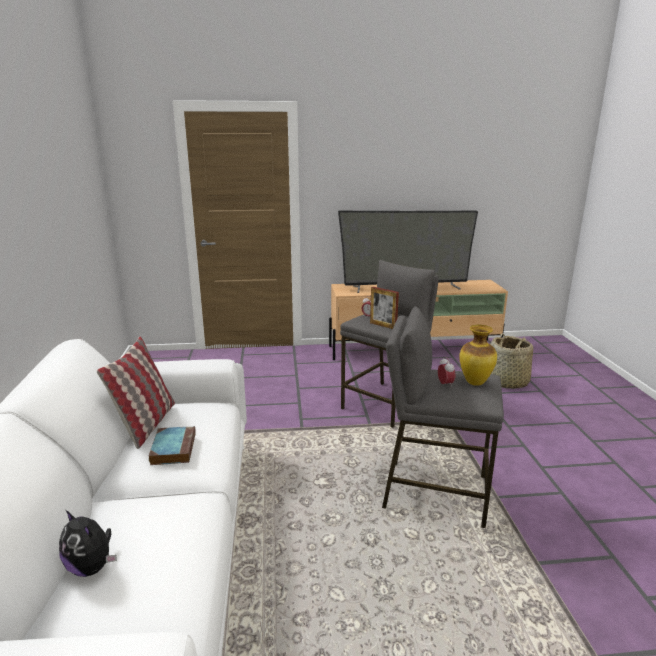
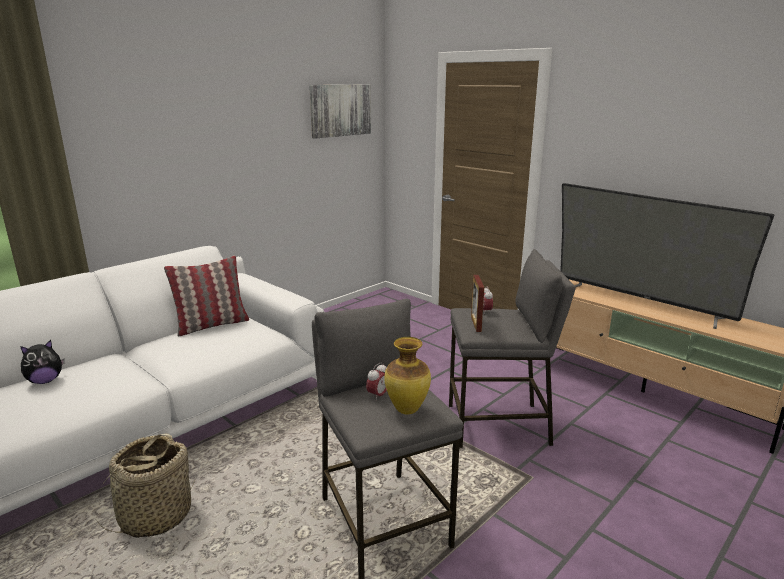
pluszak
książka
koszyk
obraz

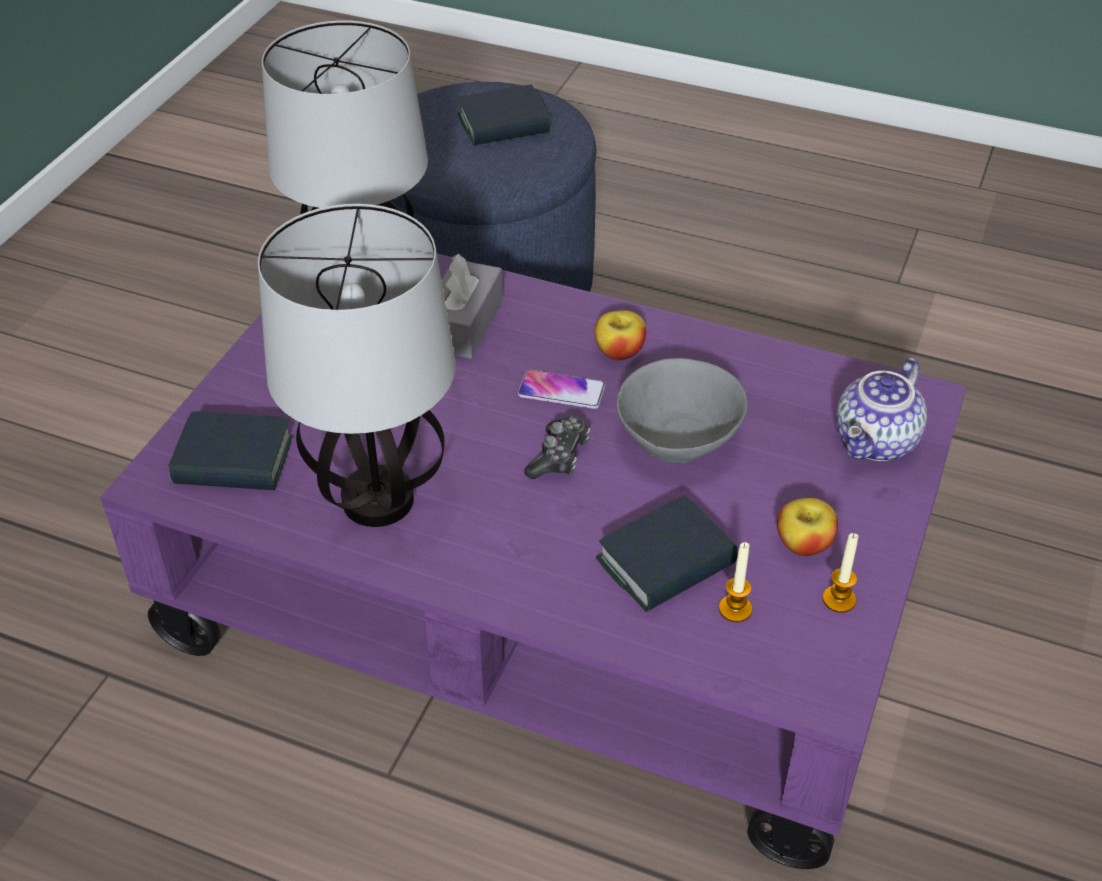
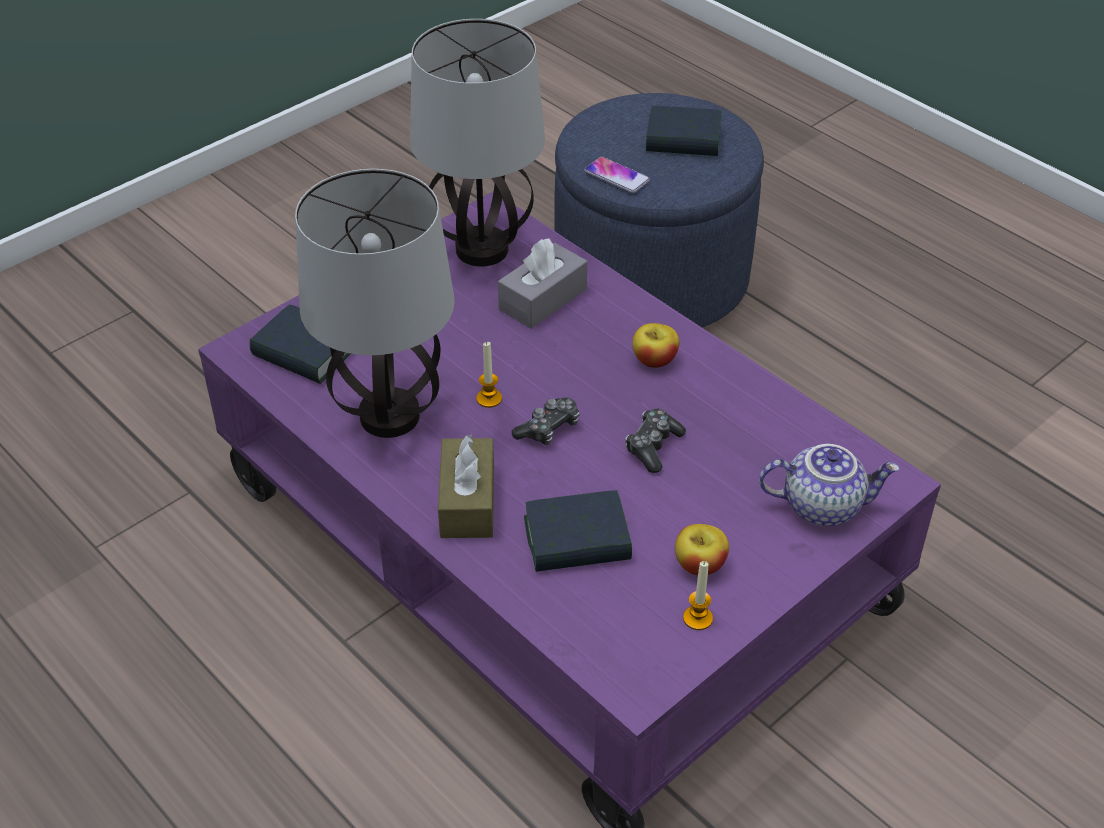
telefon
pad do gier (2nd from left)
świeca (1st from left)
imbryk
pudełko chusteczek [brązowy]

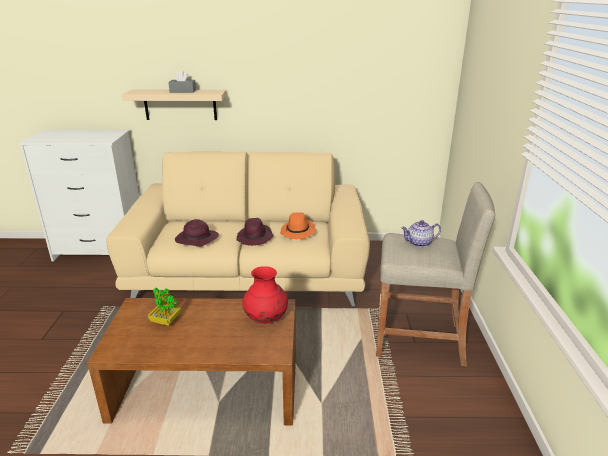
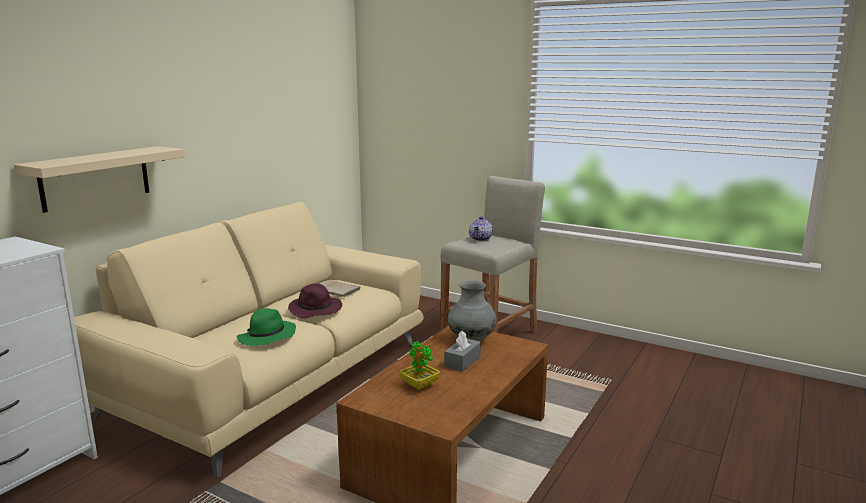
pudełko chusteczek [szary]
kapelusz [zielony]
wazon [szary]
książka [beżowy]

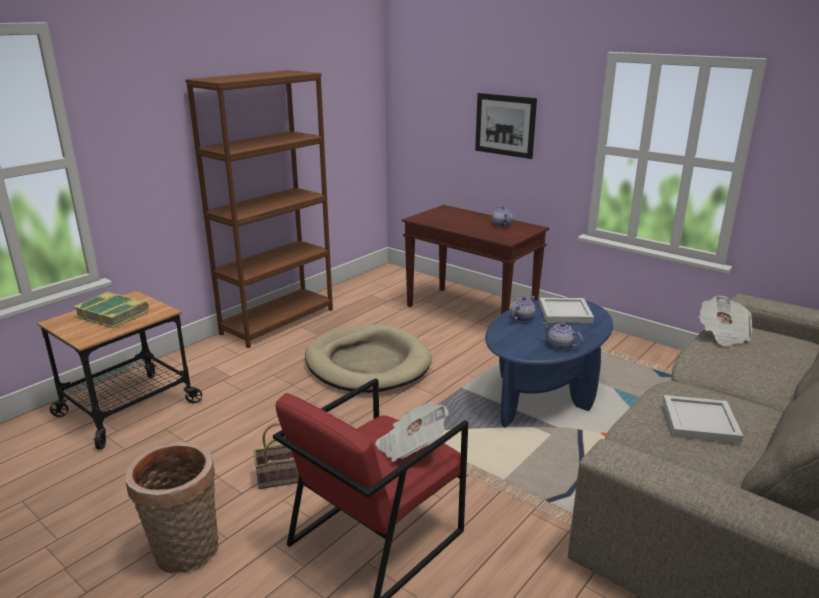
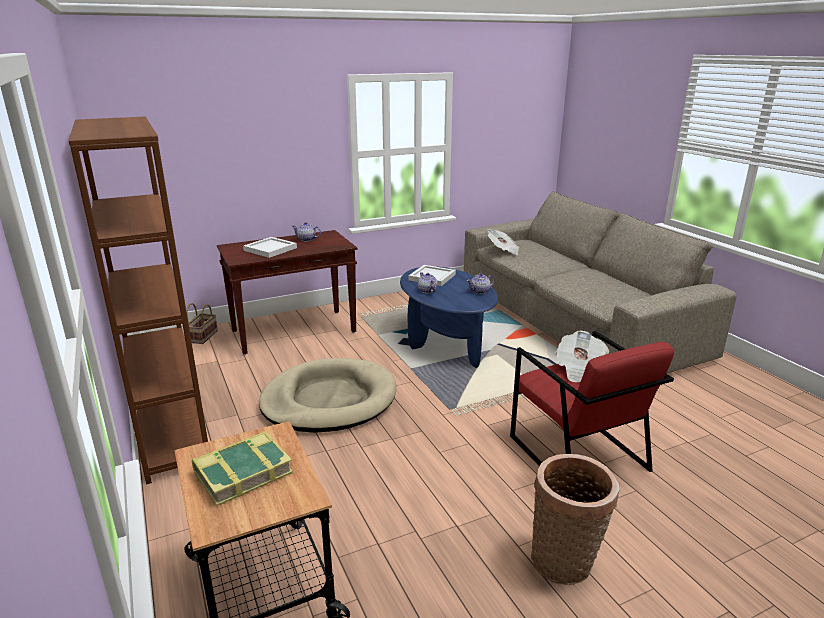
koszyk (1st from left)
obraz
taca [biały] (1st from left)

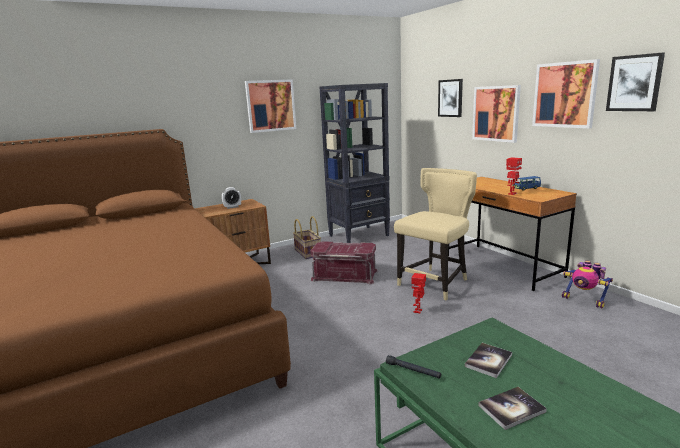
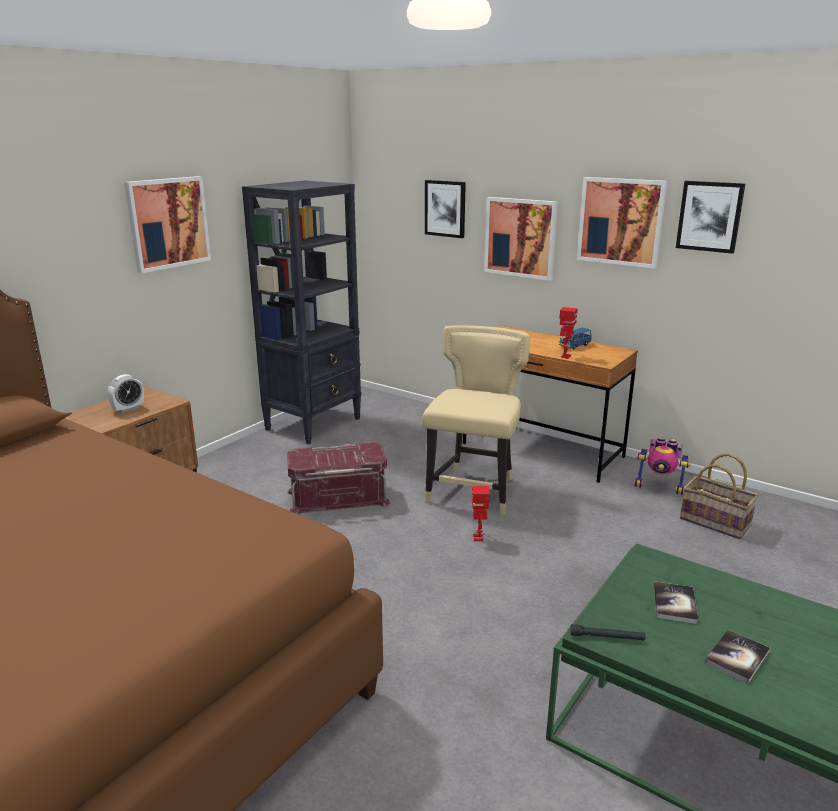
koszyk

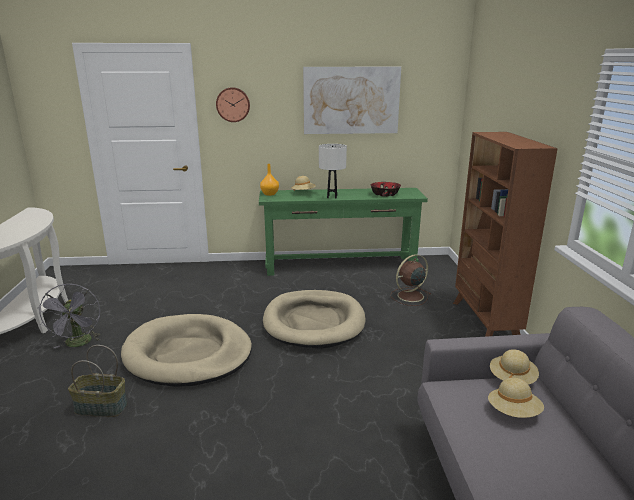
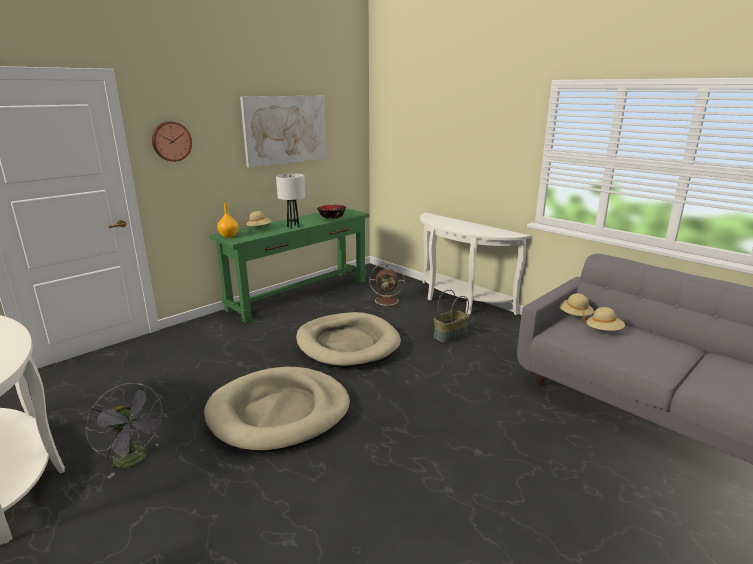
koszyk
wentylator [brązowy]
stolik konsolowy [biały] (2nd from left)

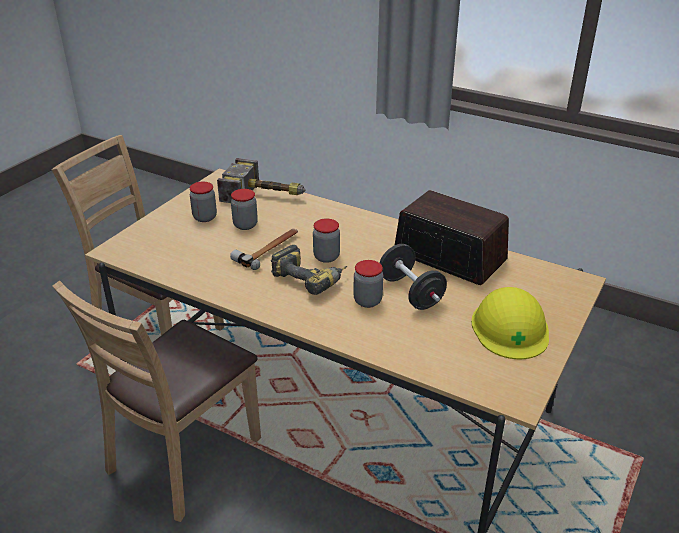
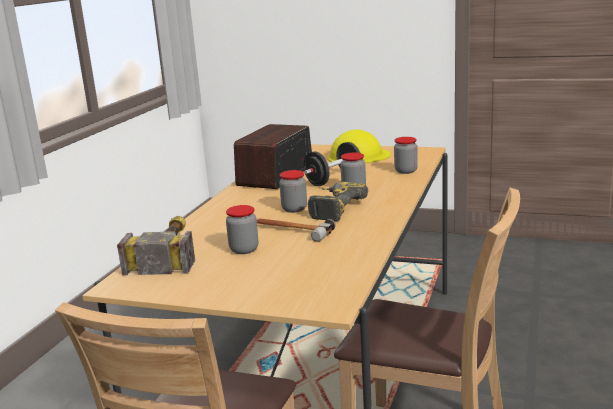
słoik (4th from left)

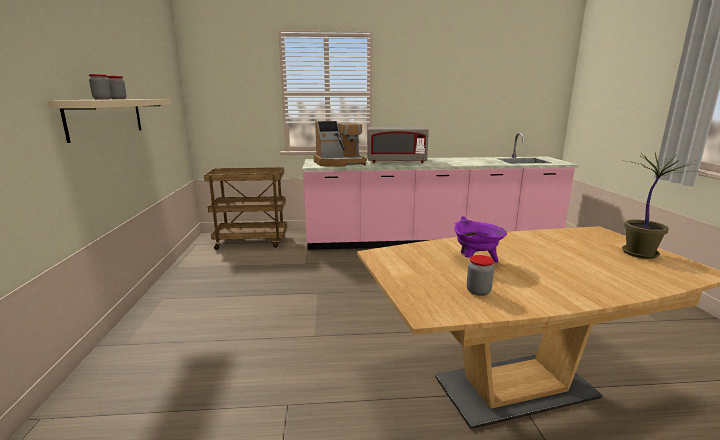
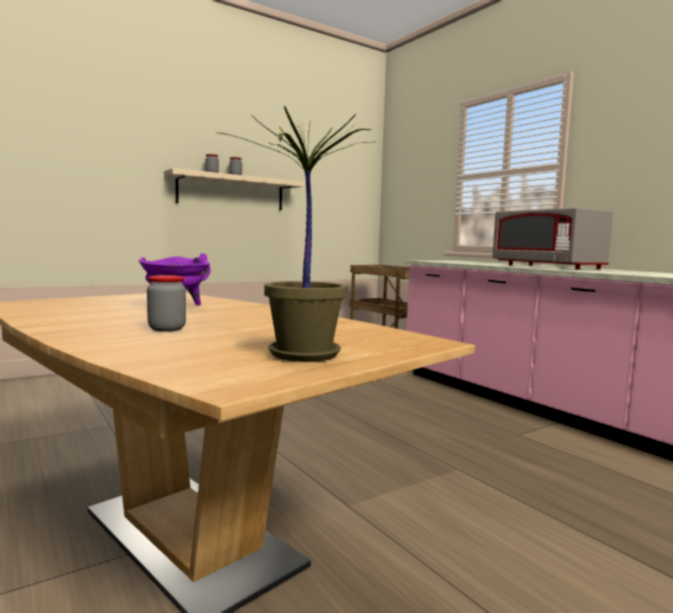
ekspres do kawy
słoik (1st from left)

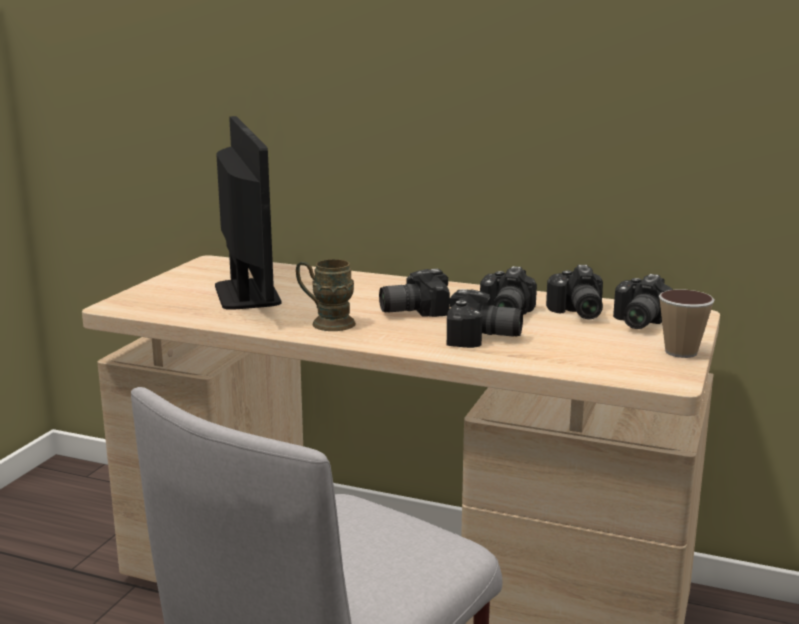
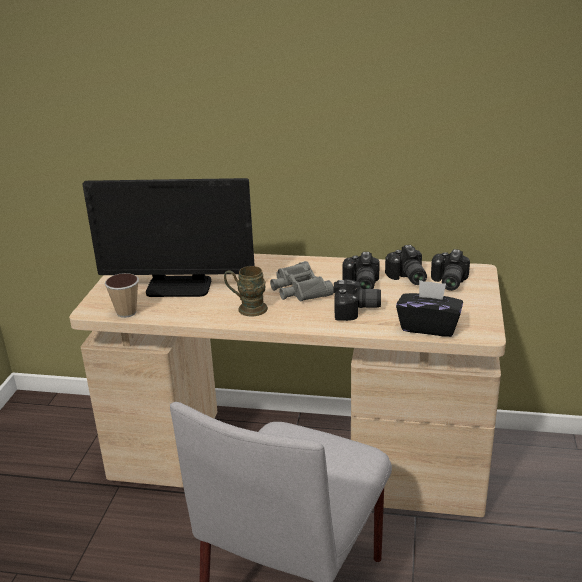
monitor
lornetka [szary]
filiżanka
pudełko chusteczek [czarny]

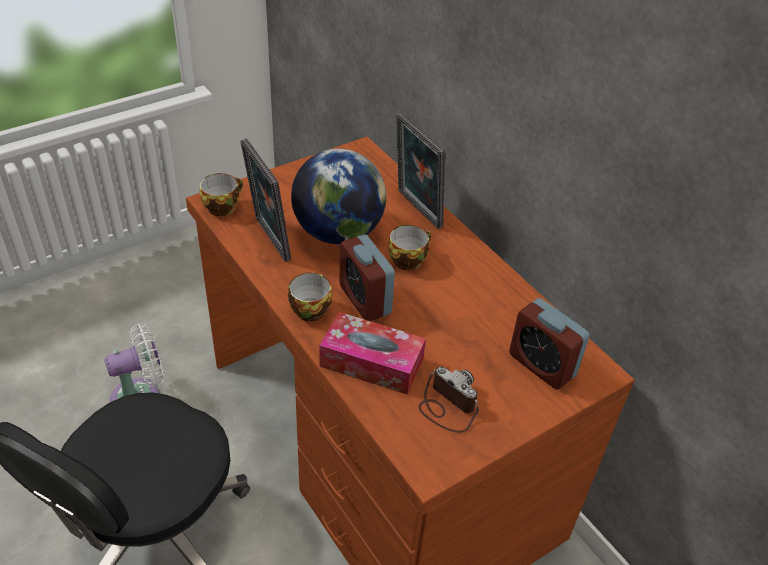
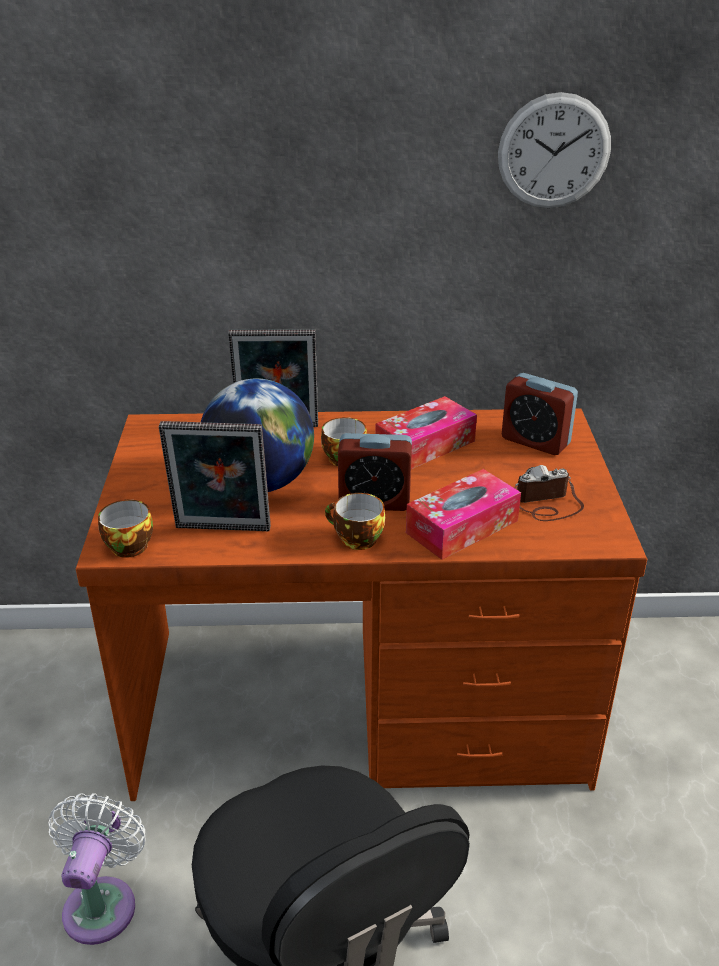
budzik (2nd from left)
pudełko chusteczek (1st from left)
zegar ścienny

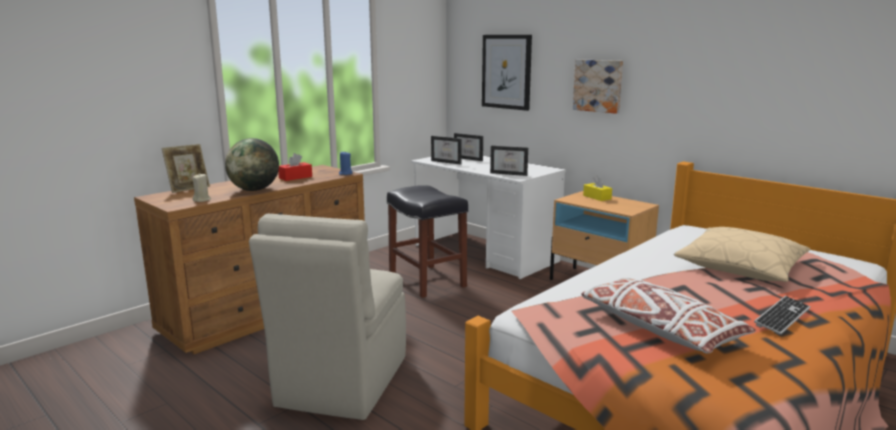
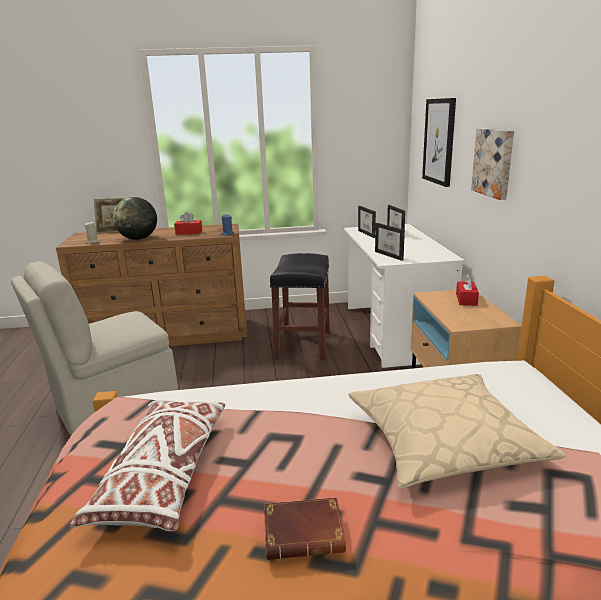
pudełko chusteczek [czerwony] (2nd from left)
książka [brązowy]

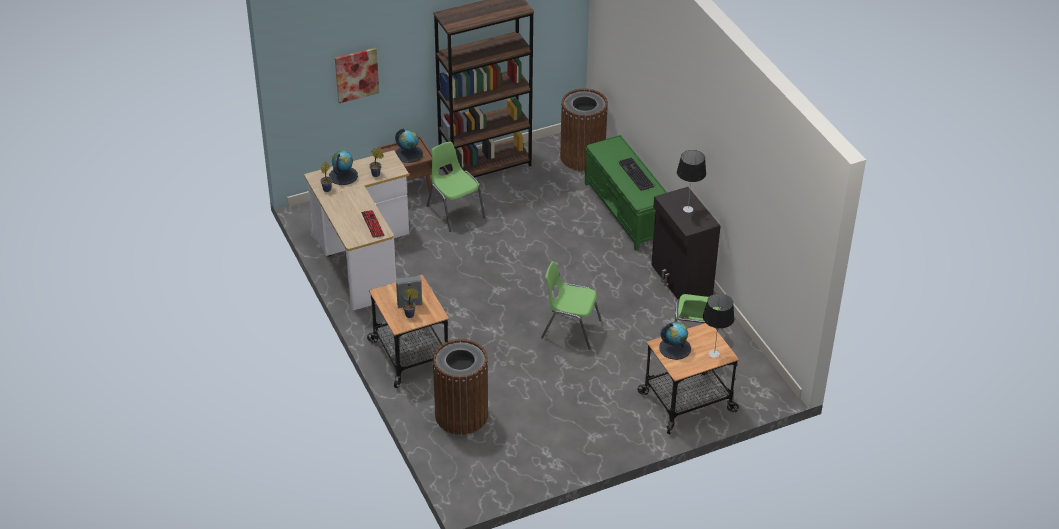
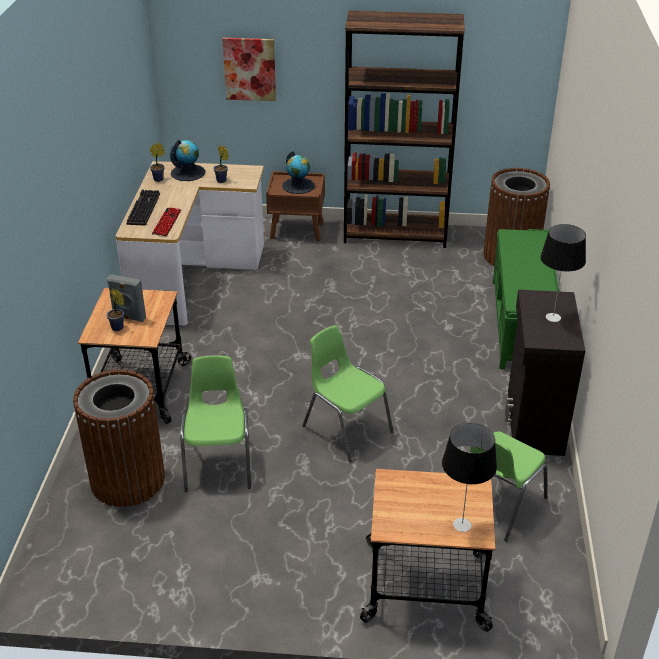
krzesło [zielony] (1st from left)
klawiatura (1st from left)
globus (3rd from left in the first image)

